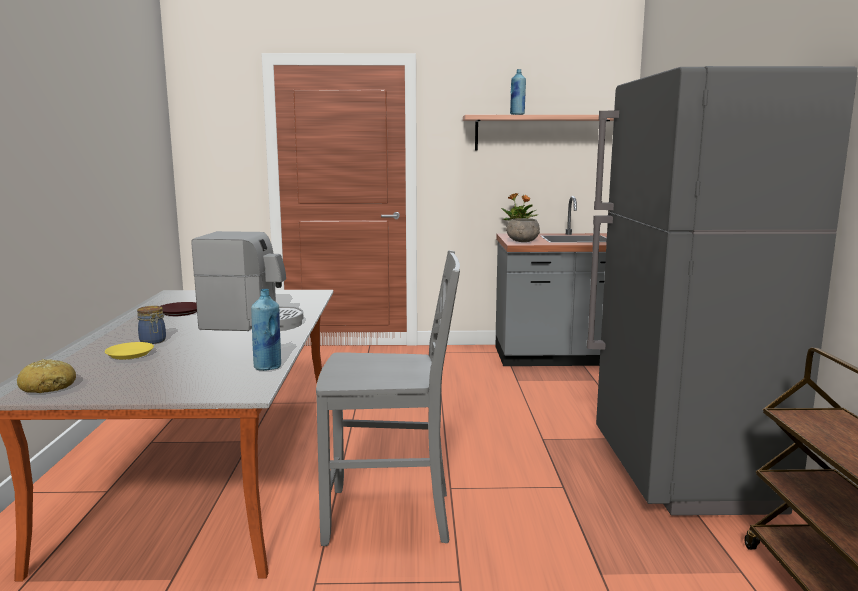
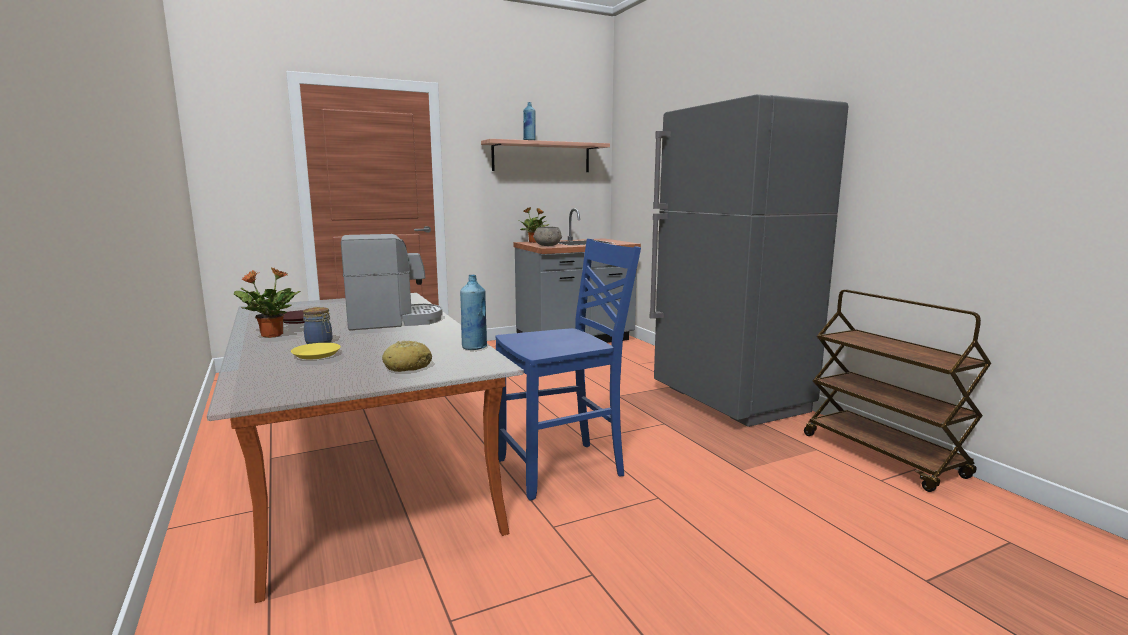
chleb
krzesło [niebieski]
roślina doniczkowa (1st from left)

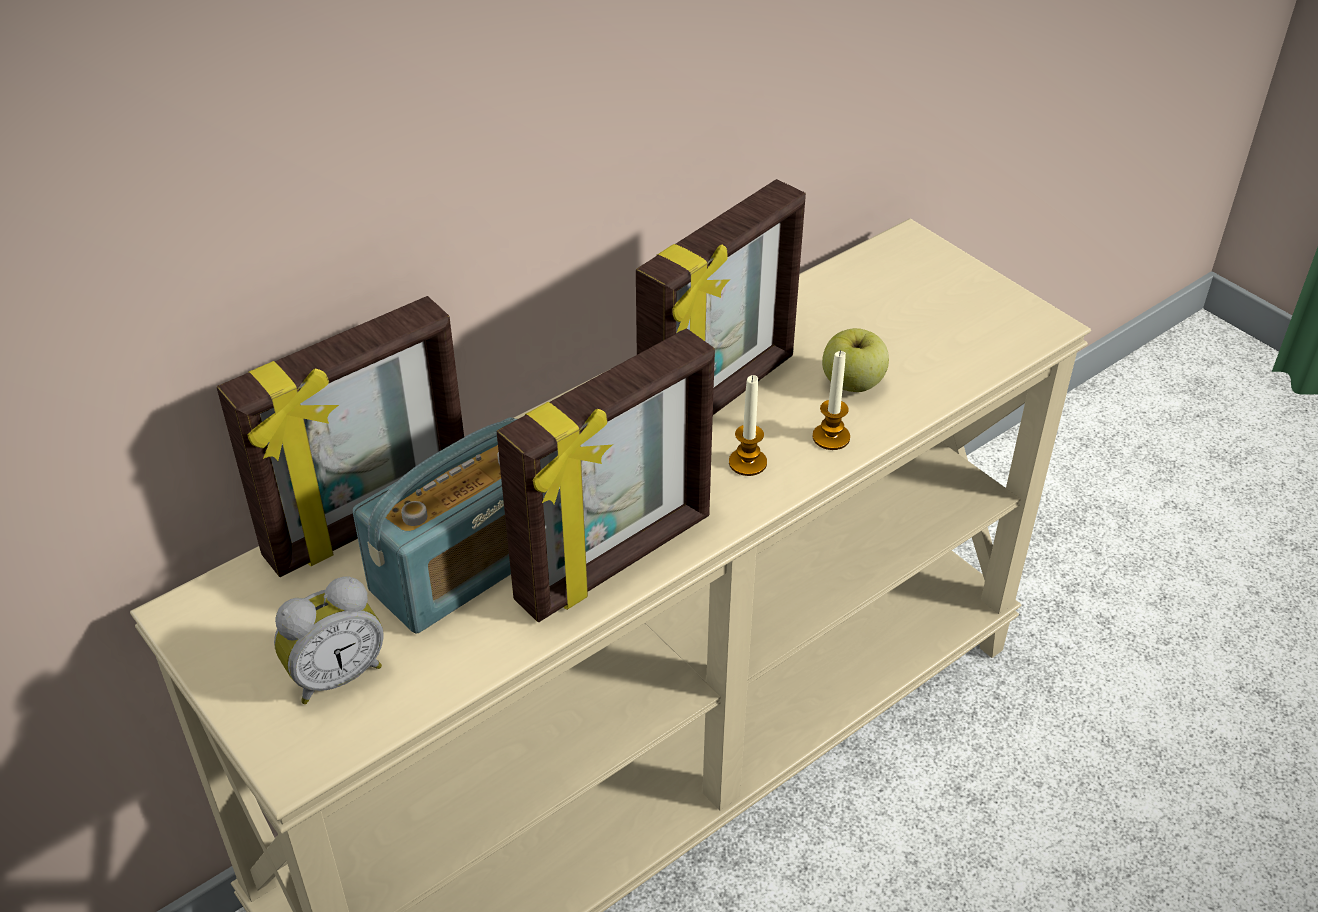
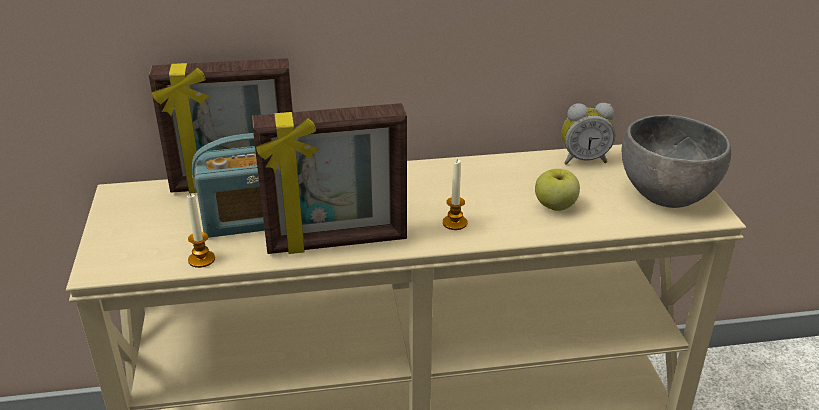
budzik
ramka na zdjęcie (3rd from left in the first image)
świeca (1st from left)
miska [szary]

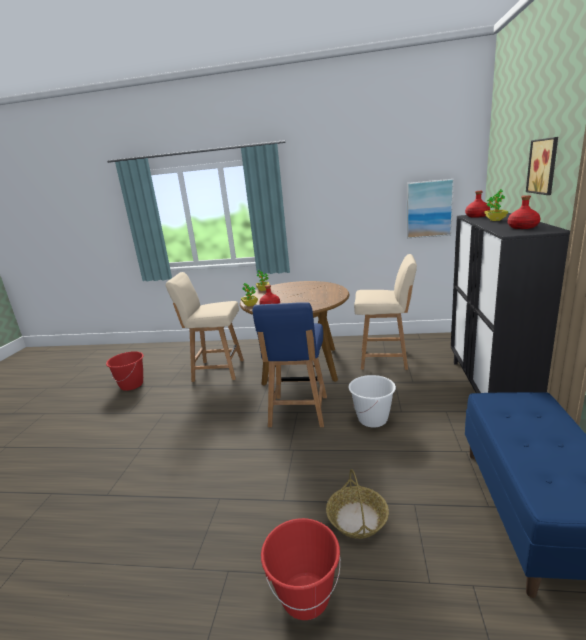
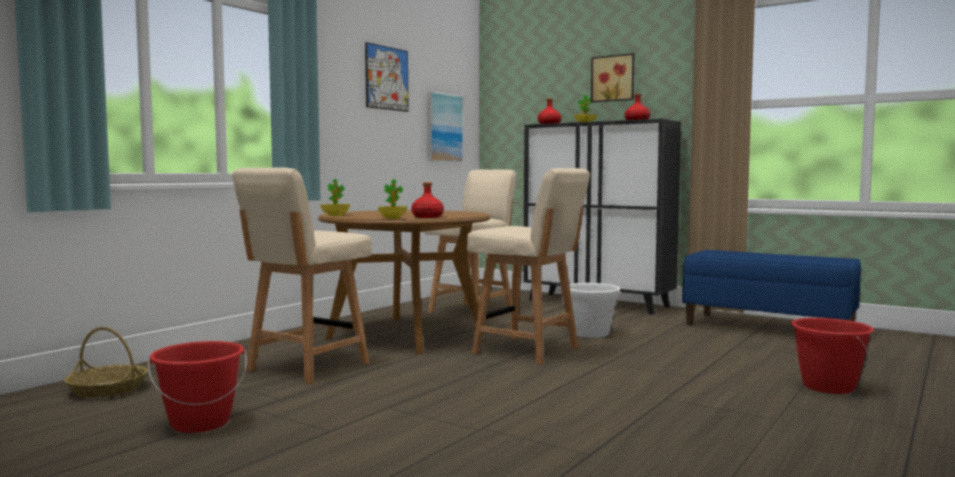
krzesło [beżowy] (3rd from left)
koszyk
obraz (1st from left)

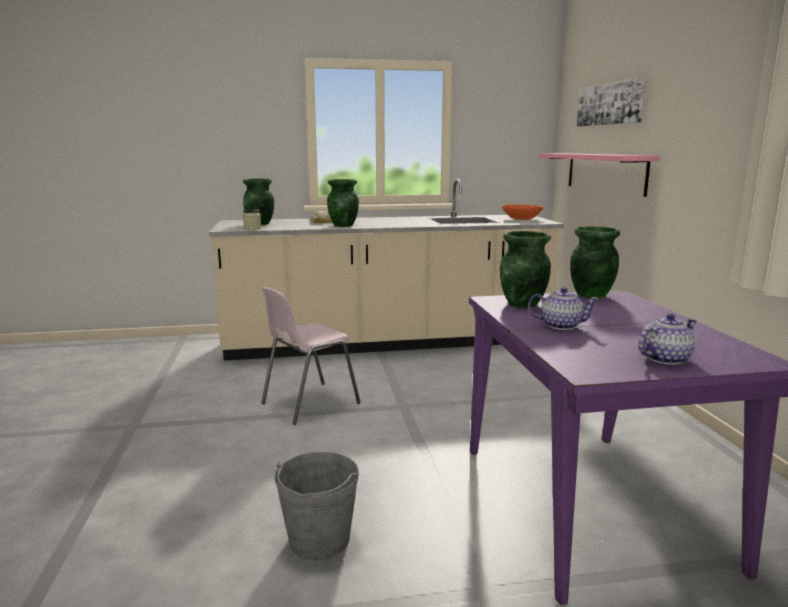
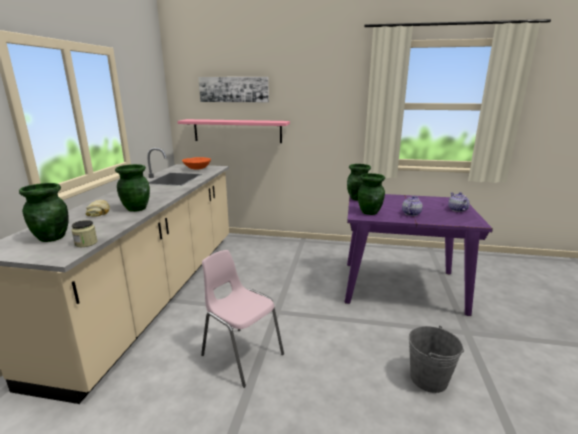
krzesło [różowy]

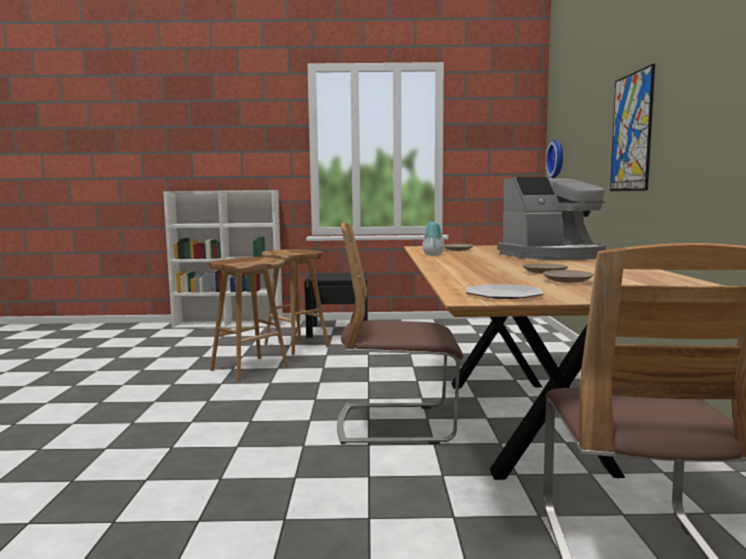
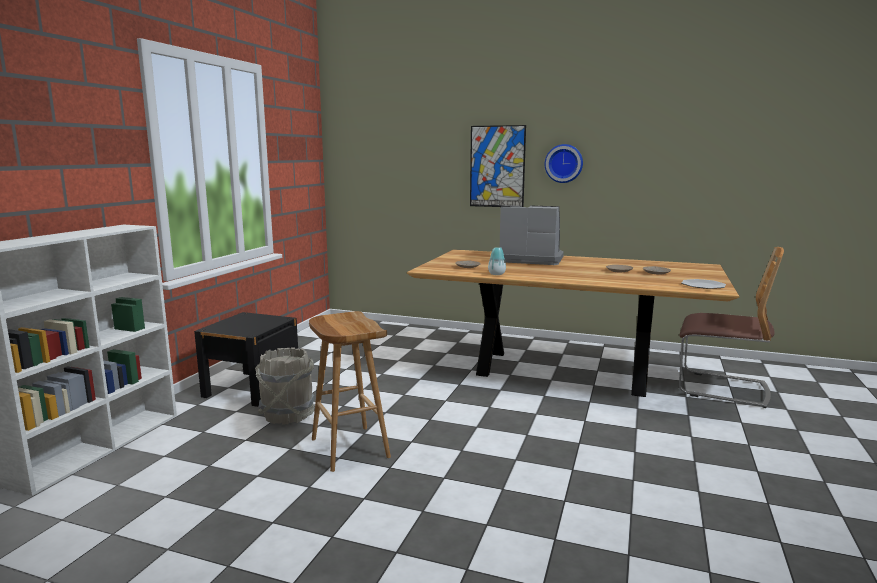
wiadro [szary]
krzesło (1st from left in the first image)
ekspres do kawy
zegar ścienny

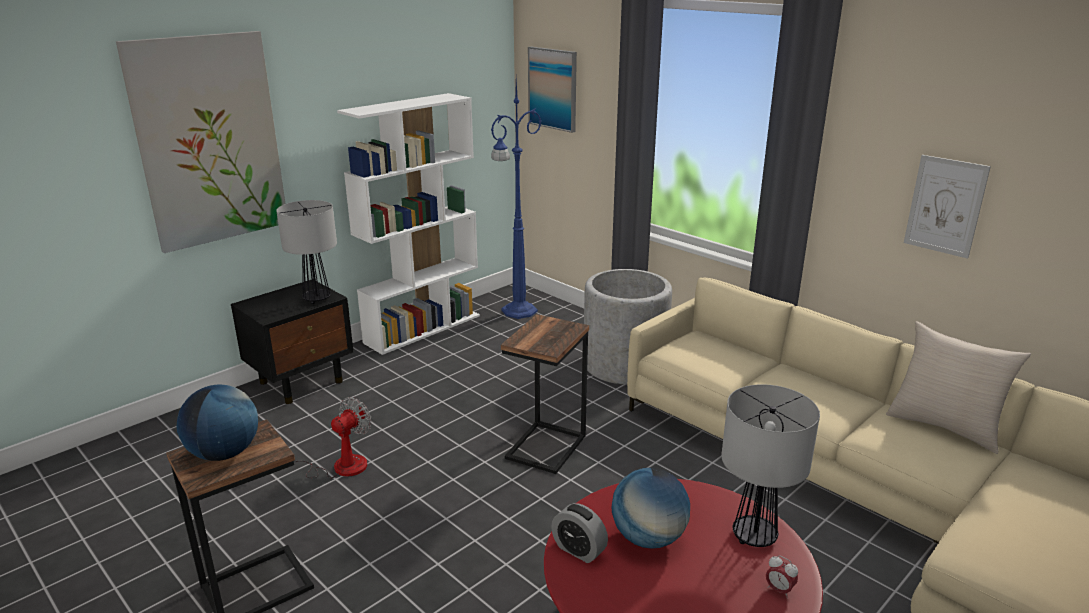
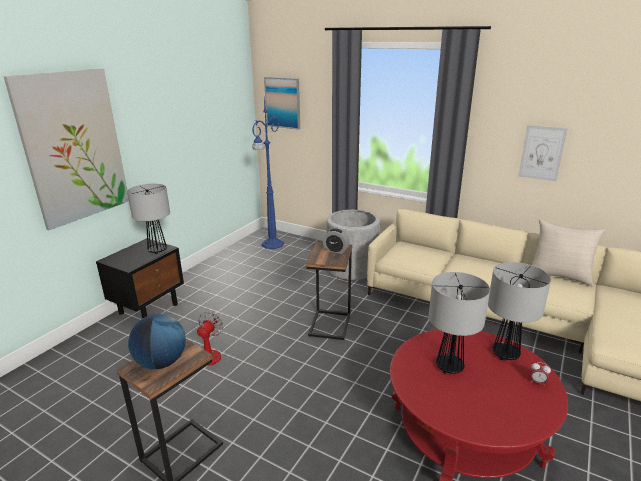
regał [biały]
budzik (1st from left)
lampa stołowa (2nd from left)

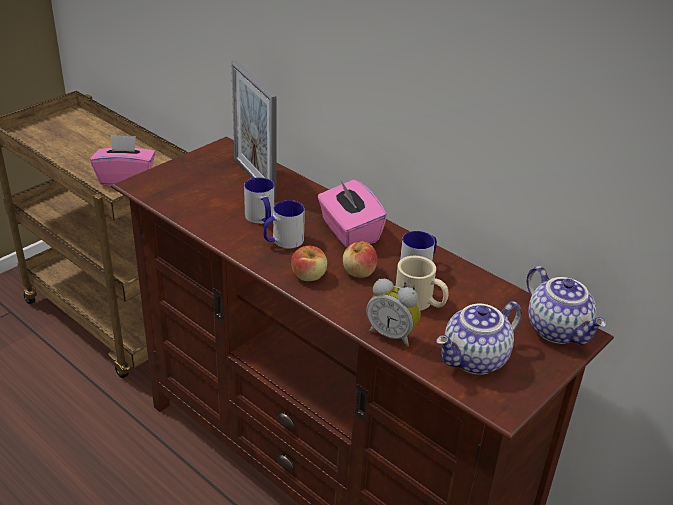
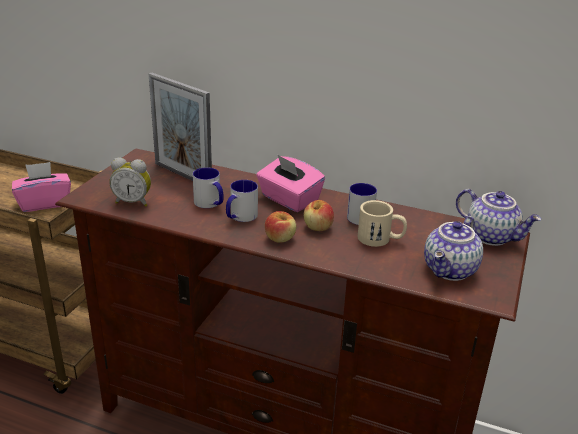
budzik

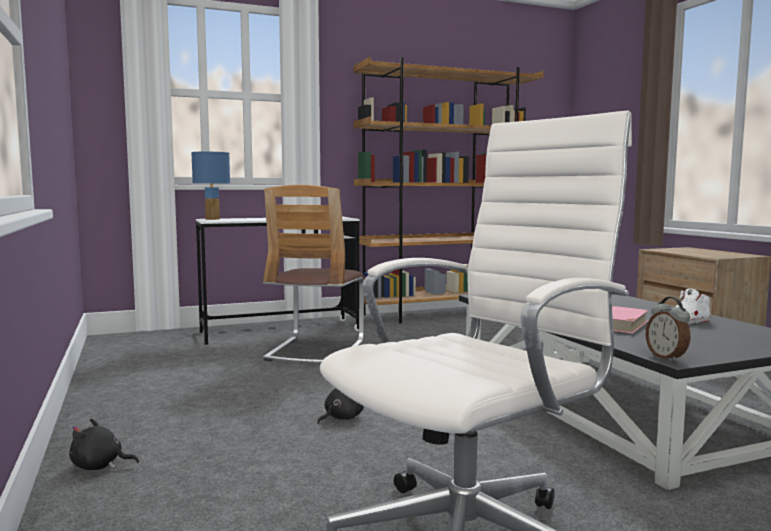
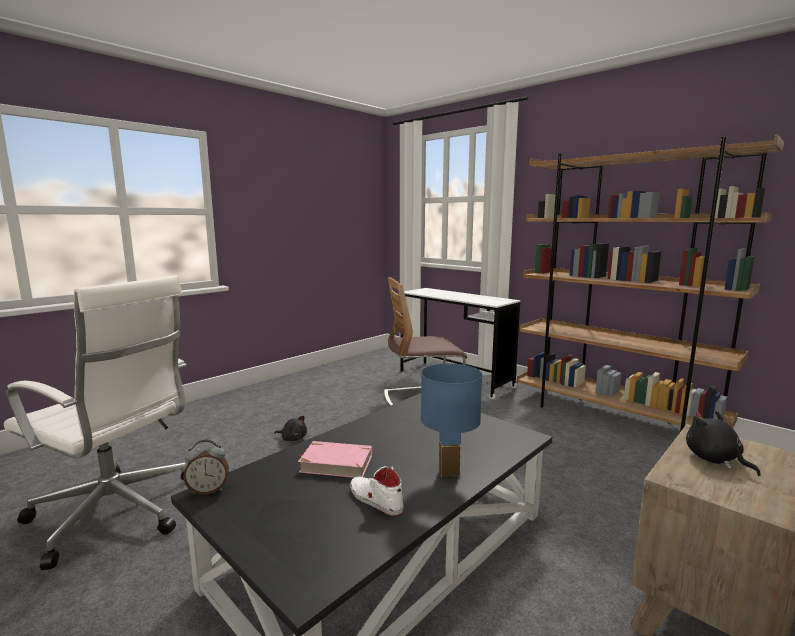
pluszak [czarny] (2nd from left)
lampa stołowa [niebieski]
budzik

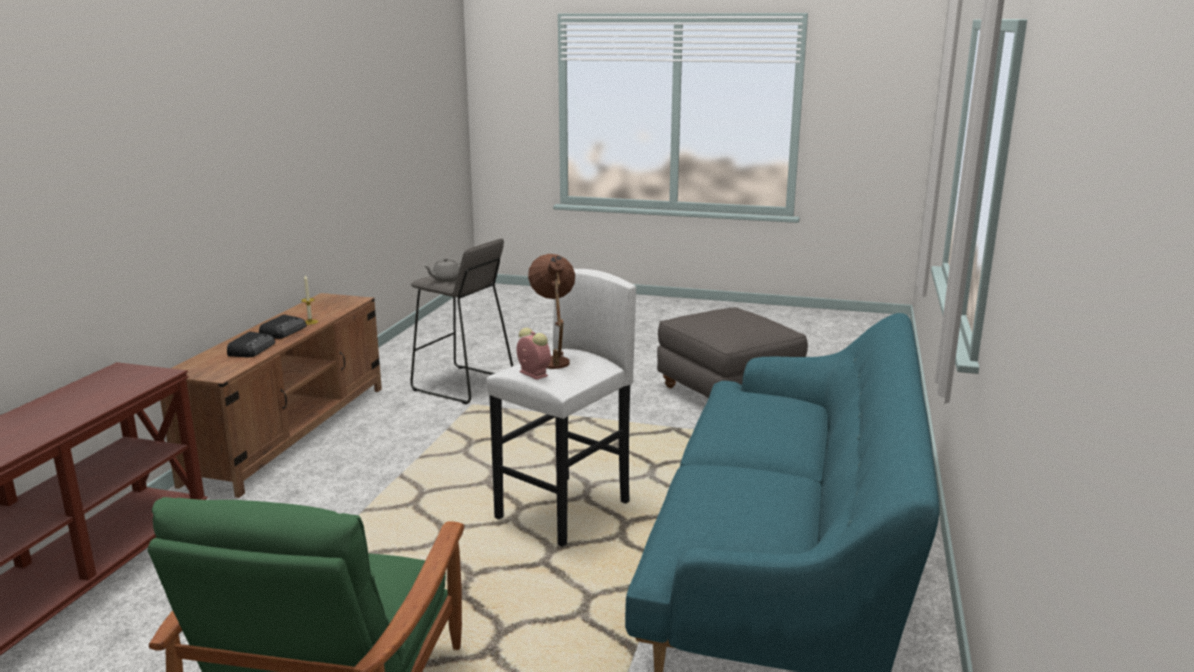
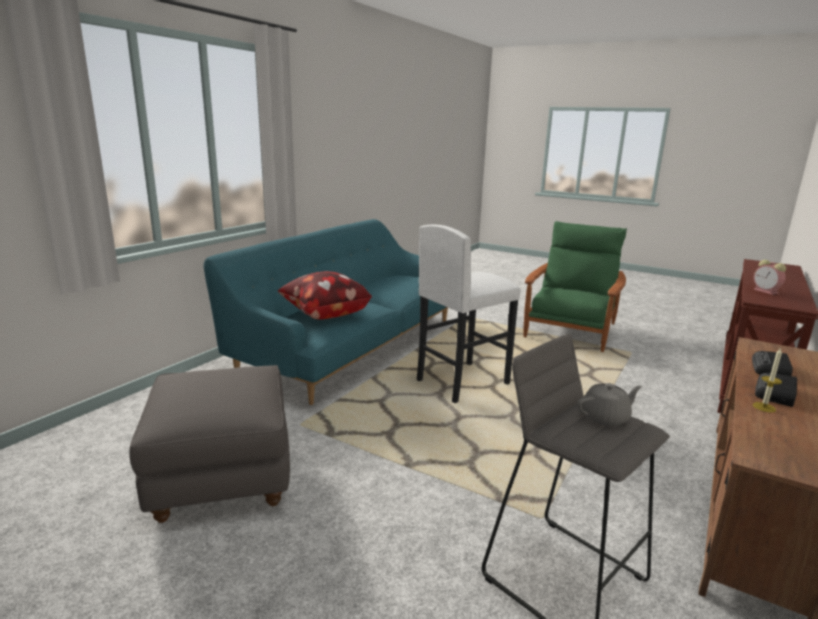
budzik
lampa stołowa [brązowy]
poduszka

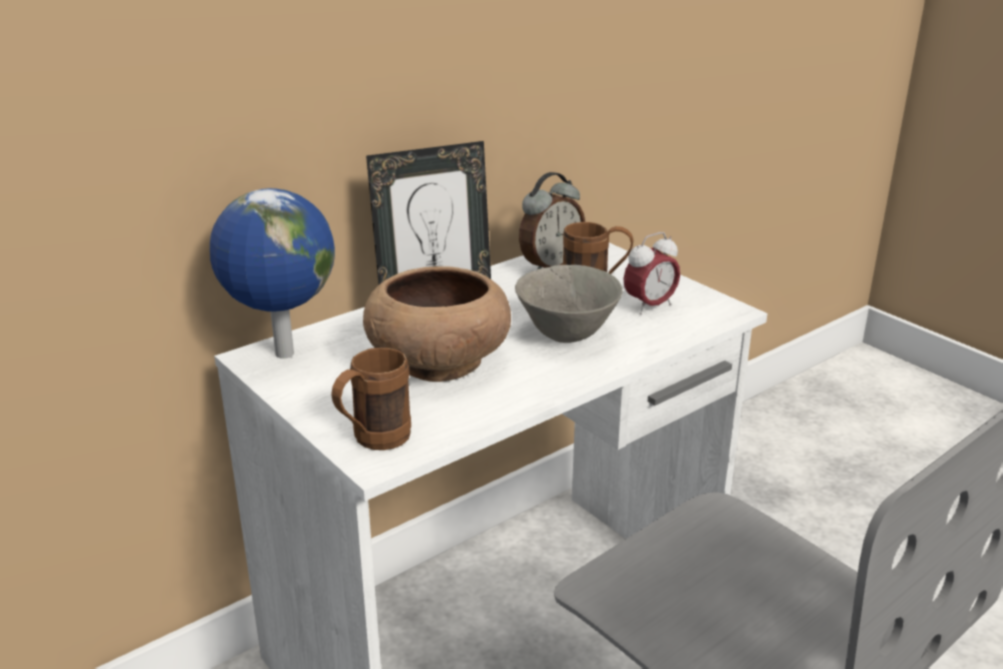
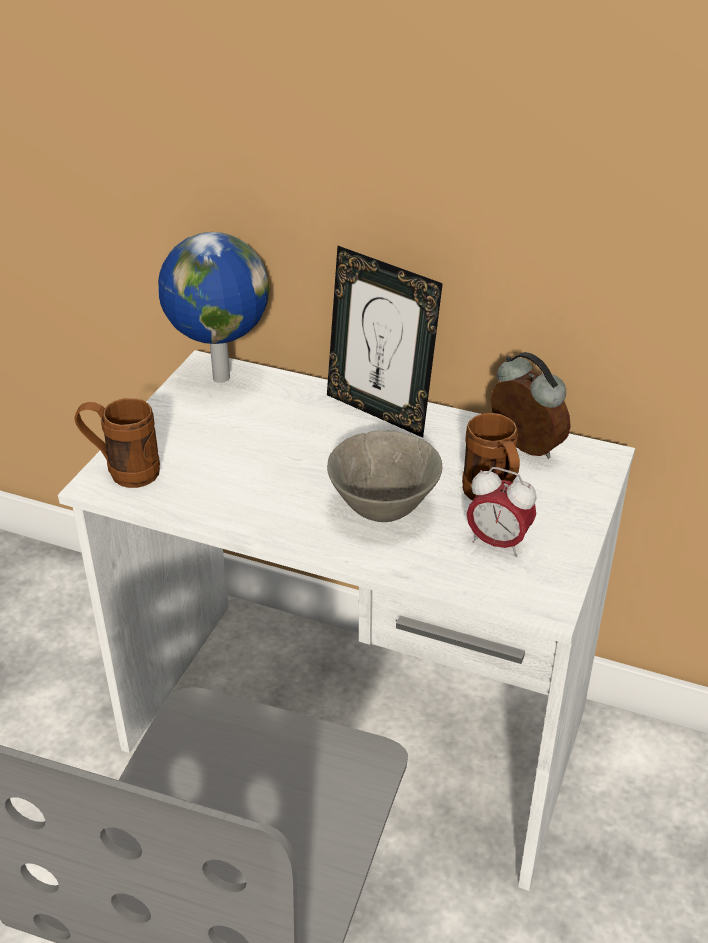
miska [brązowy]
budzik (2nd from left)

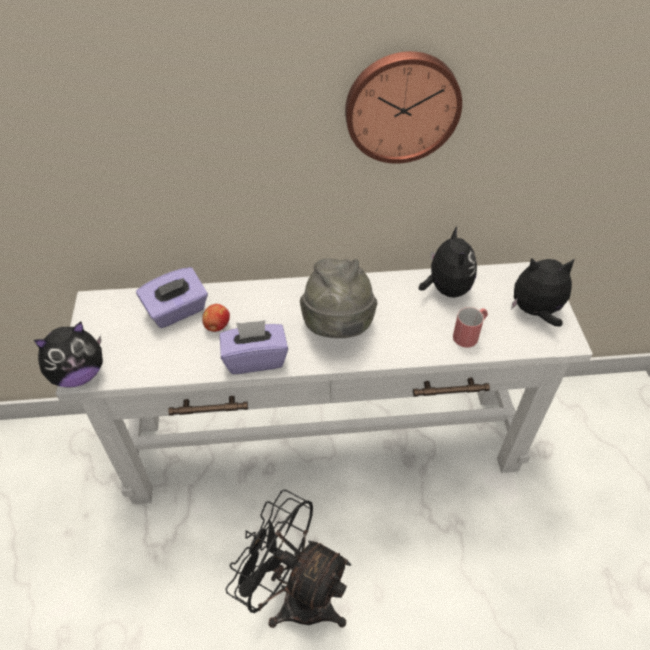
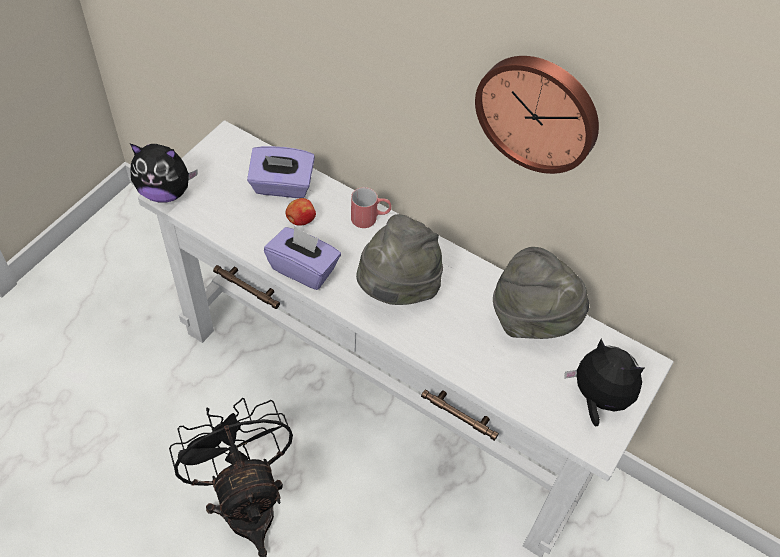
kapelusz [szary] (2nd from left)
kubek [czerwony]

